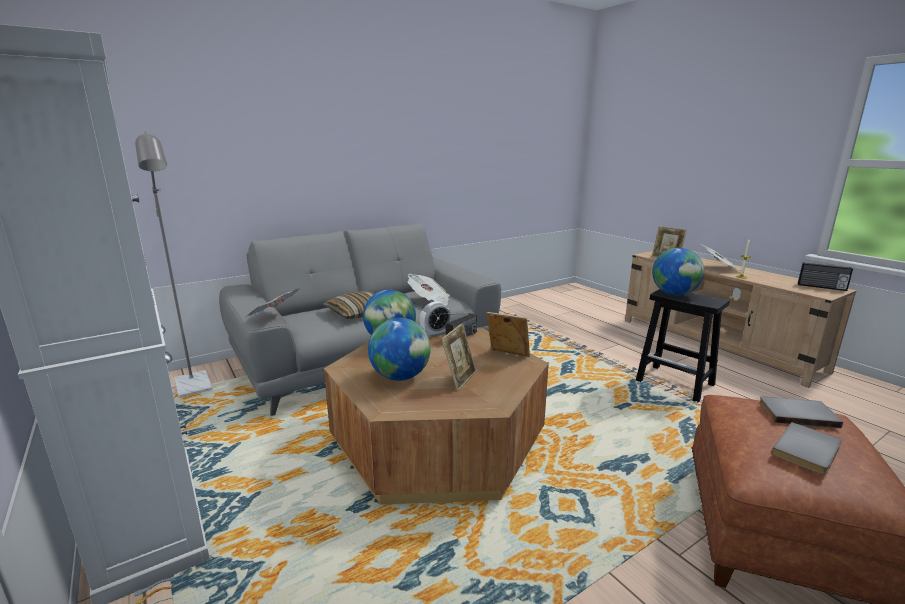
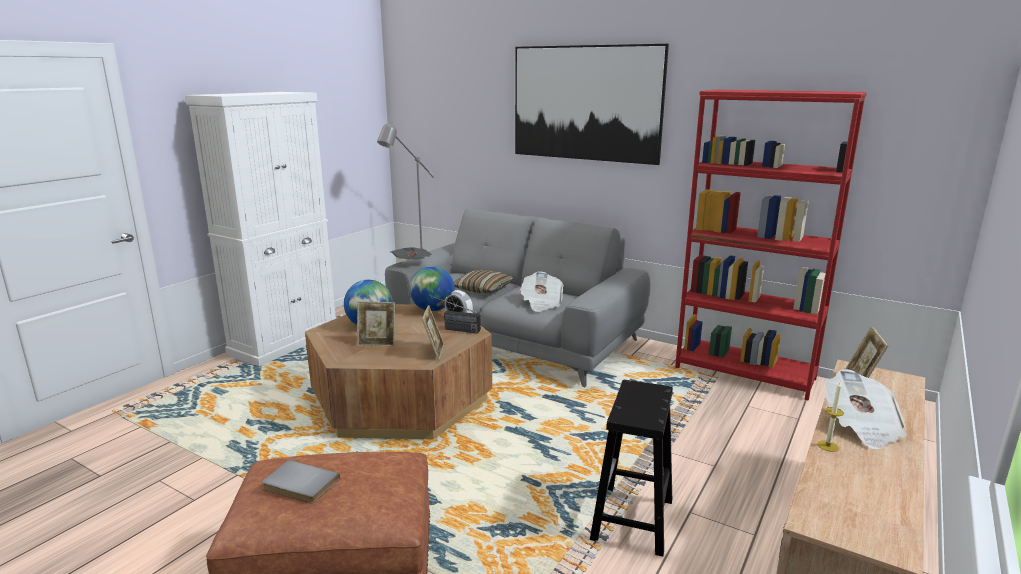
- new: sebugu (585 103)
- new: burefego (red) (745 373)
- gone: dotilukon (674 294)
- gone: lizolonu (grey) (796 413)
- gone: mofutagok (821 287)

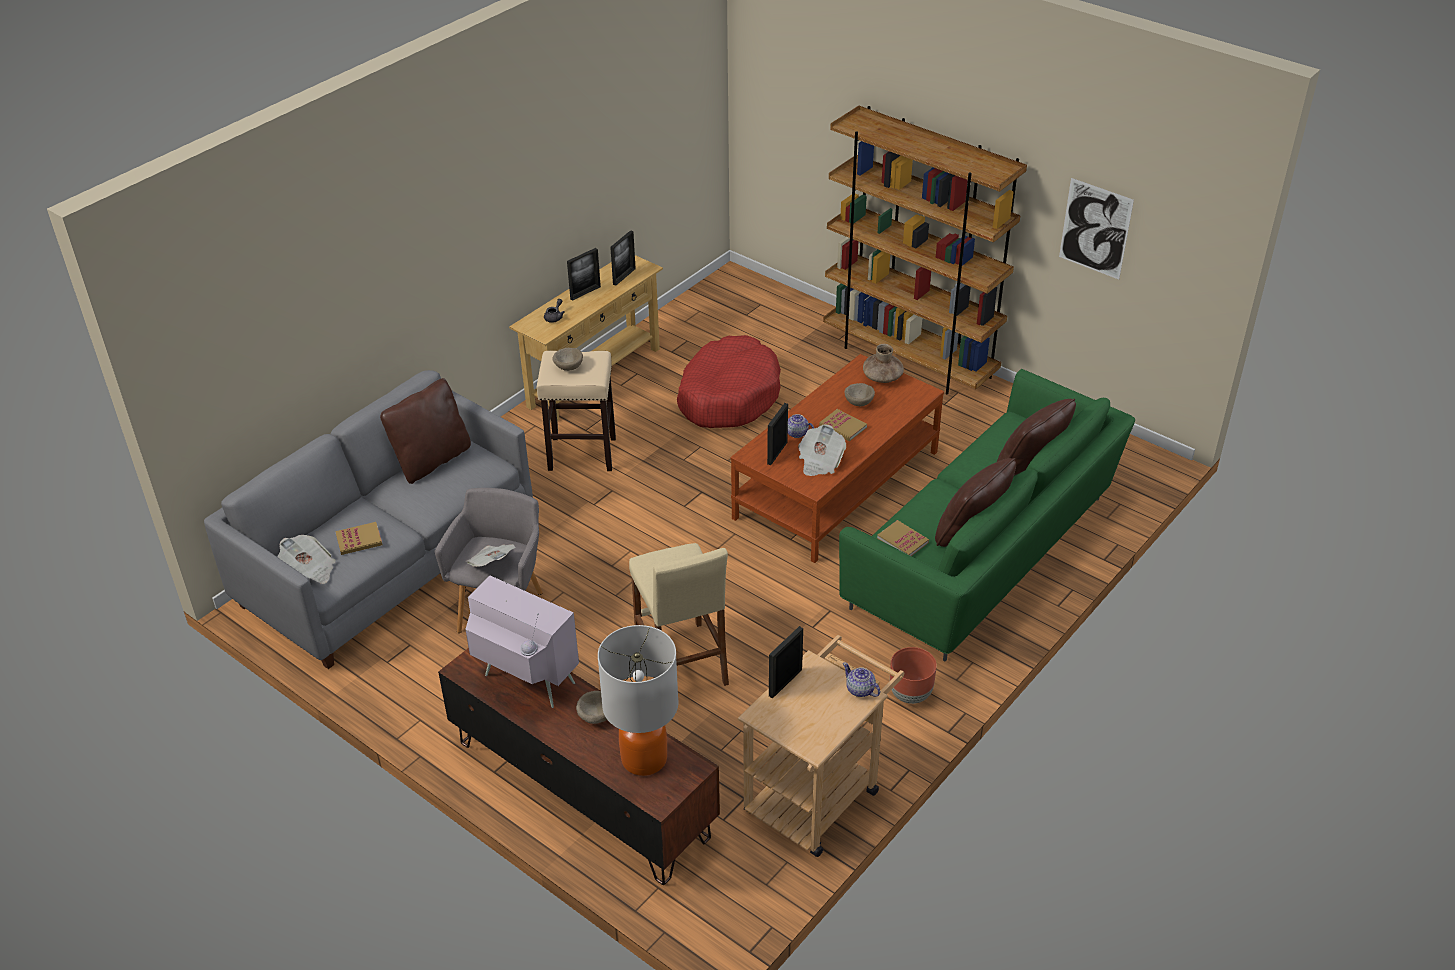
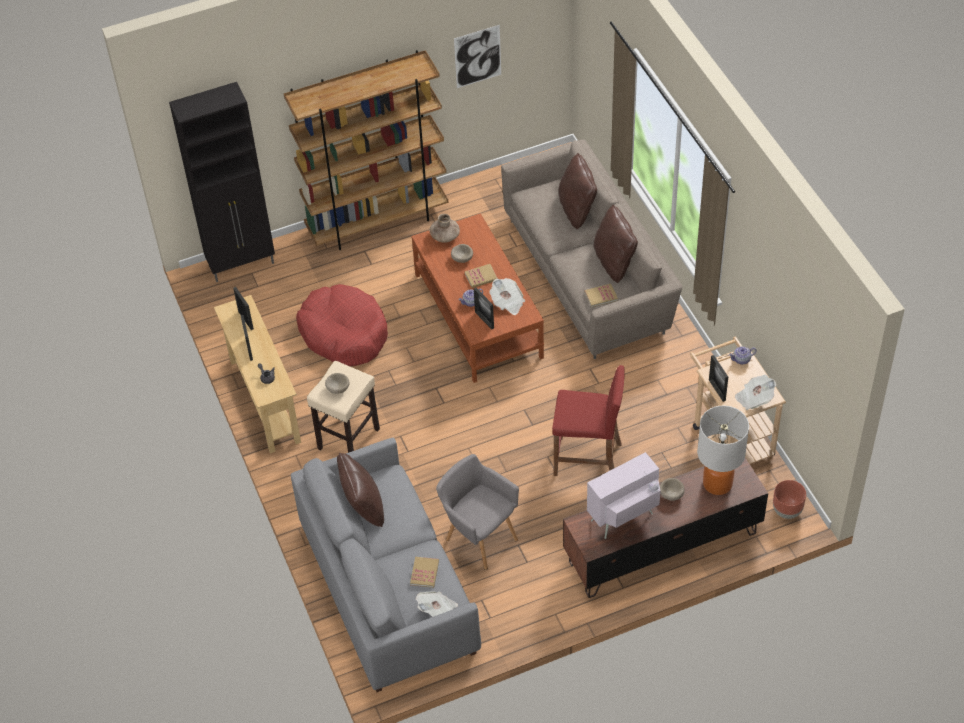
- new: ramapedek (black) (242 264)
- repainted: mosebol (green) (984 553) to mosebol (beige) (589 274)
- repainted: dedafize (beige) (681 662) to dedafize (red) (588 459)
- shifted: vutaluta (492 564) to (754 398)
- shifted: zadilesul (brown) (910 695) to (787 511)

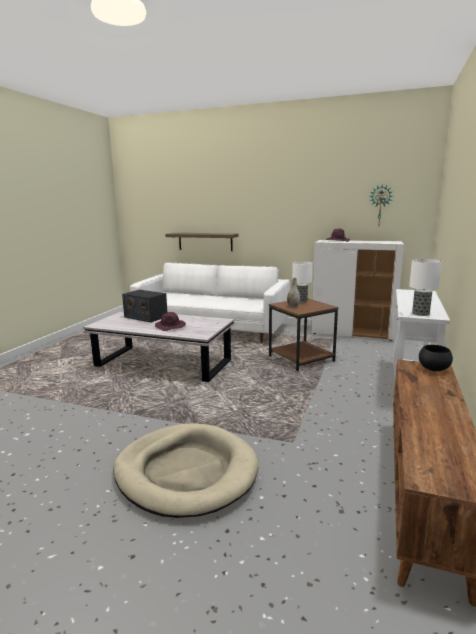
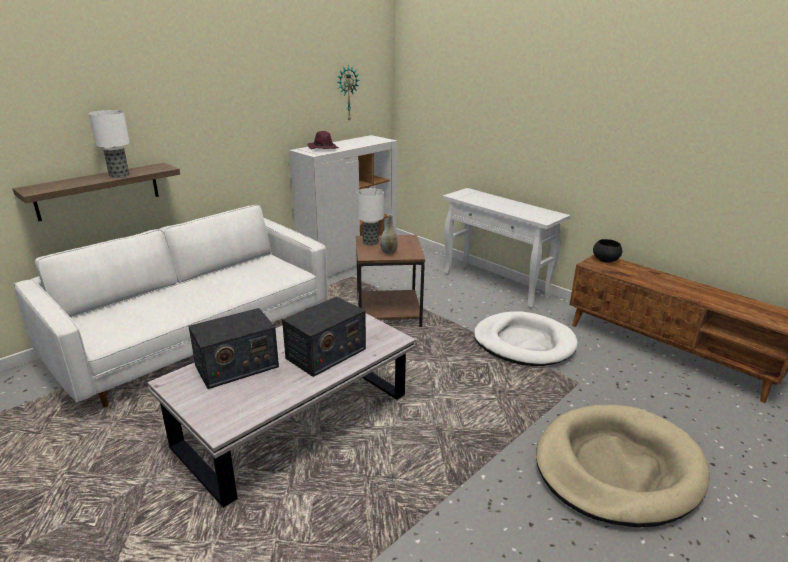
- shifted: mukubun (421 313) to (119 175)
- swapped: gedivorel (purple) (171 327) to mofutagok (325 354)
- new: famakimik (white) (524 343)

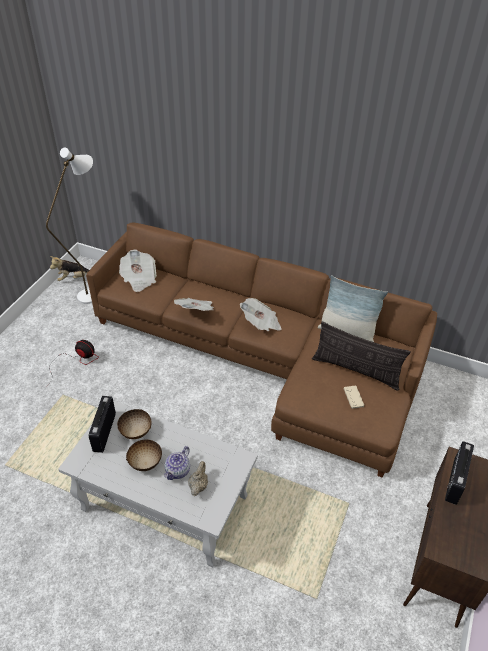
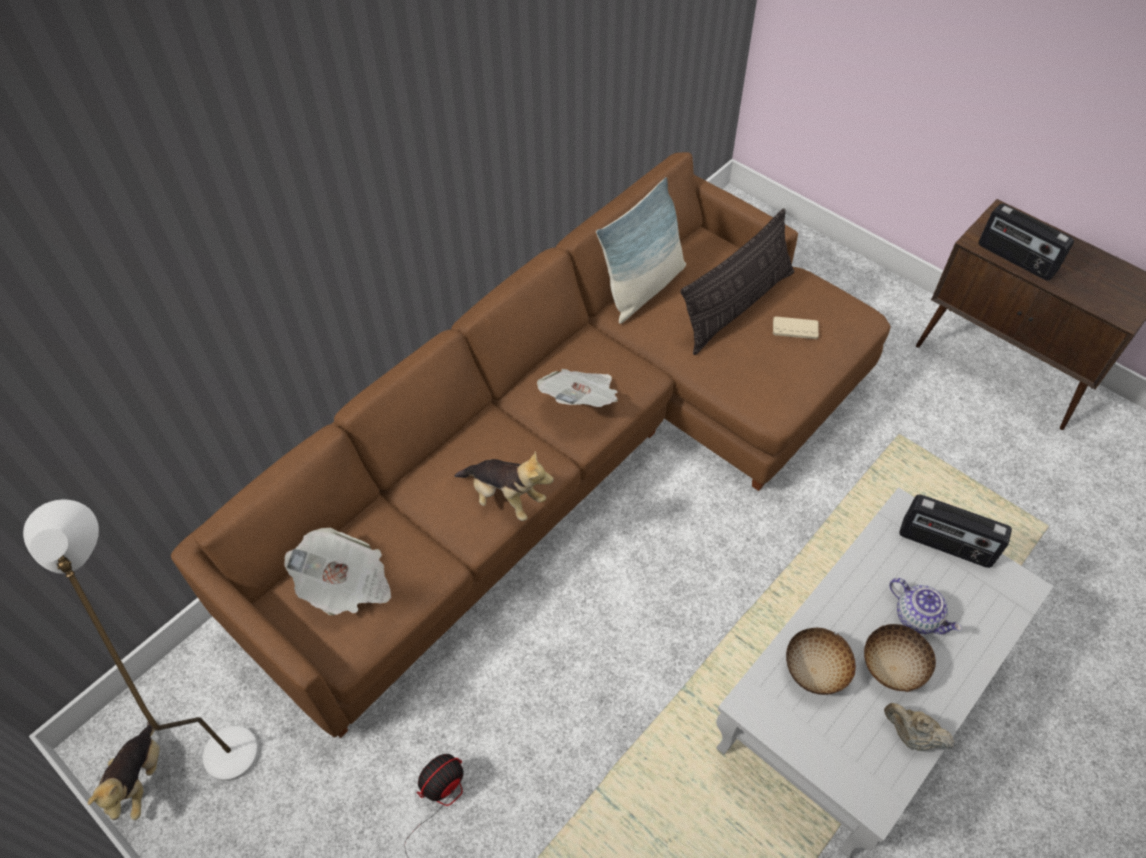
- swapped: vutaluta (196 312) to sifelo (505 497)
- shifted: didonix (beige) (198 485) to (911 735)
- shifted: mofutagok (104 432) to (945 545)

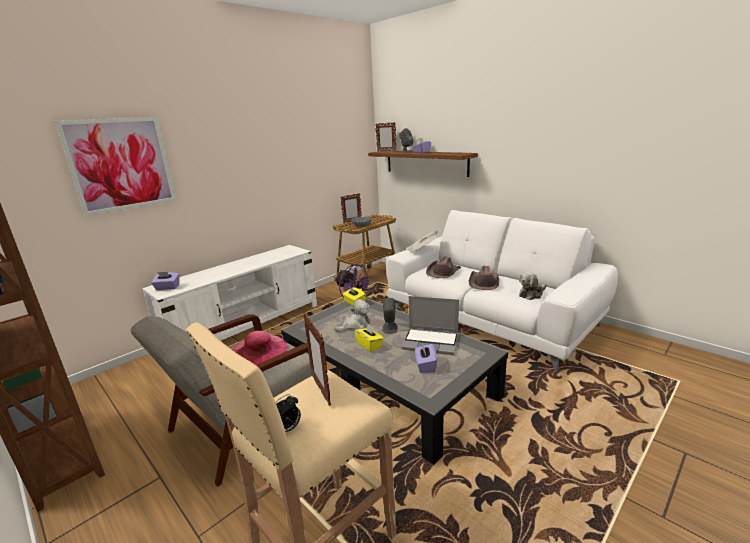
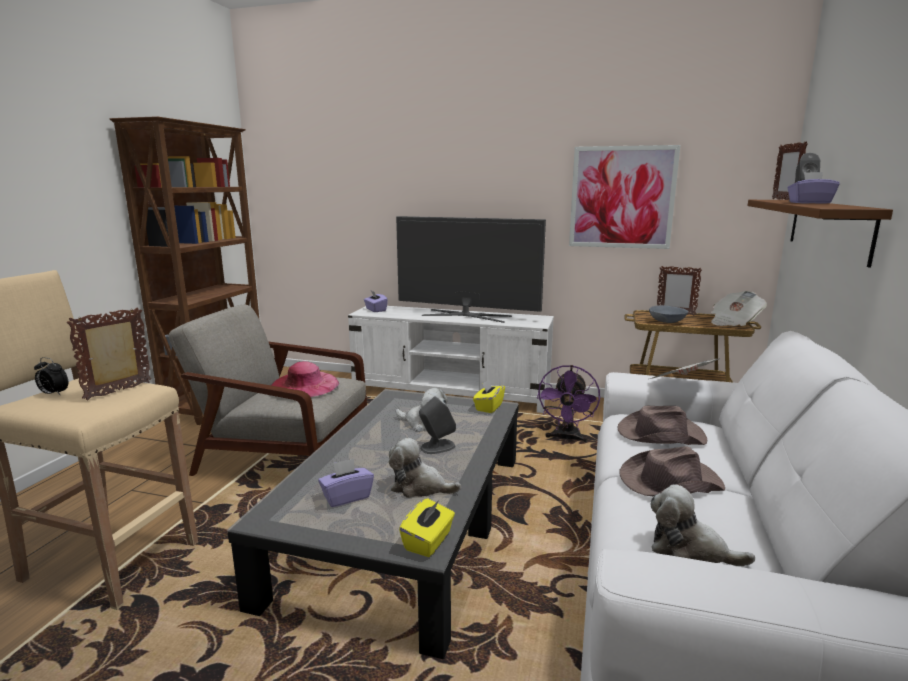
- swapped: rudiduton (431 342) to sifelo (419 487)
- new: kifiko (466 315)
- shifted: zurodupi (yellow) (369 345) to (428 542)
- shifted: sebugu (121 164) to (622 197)
- new: vutaluta (733 322)

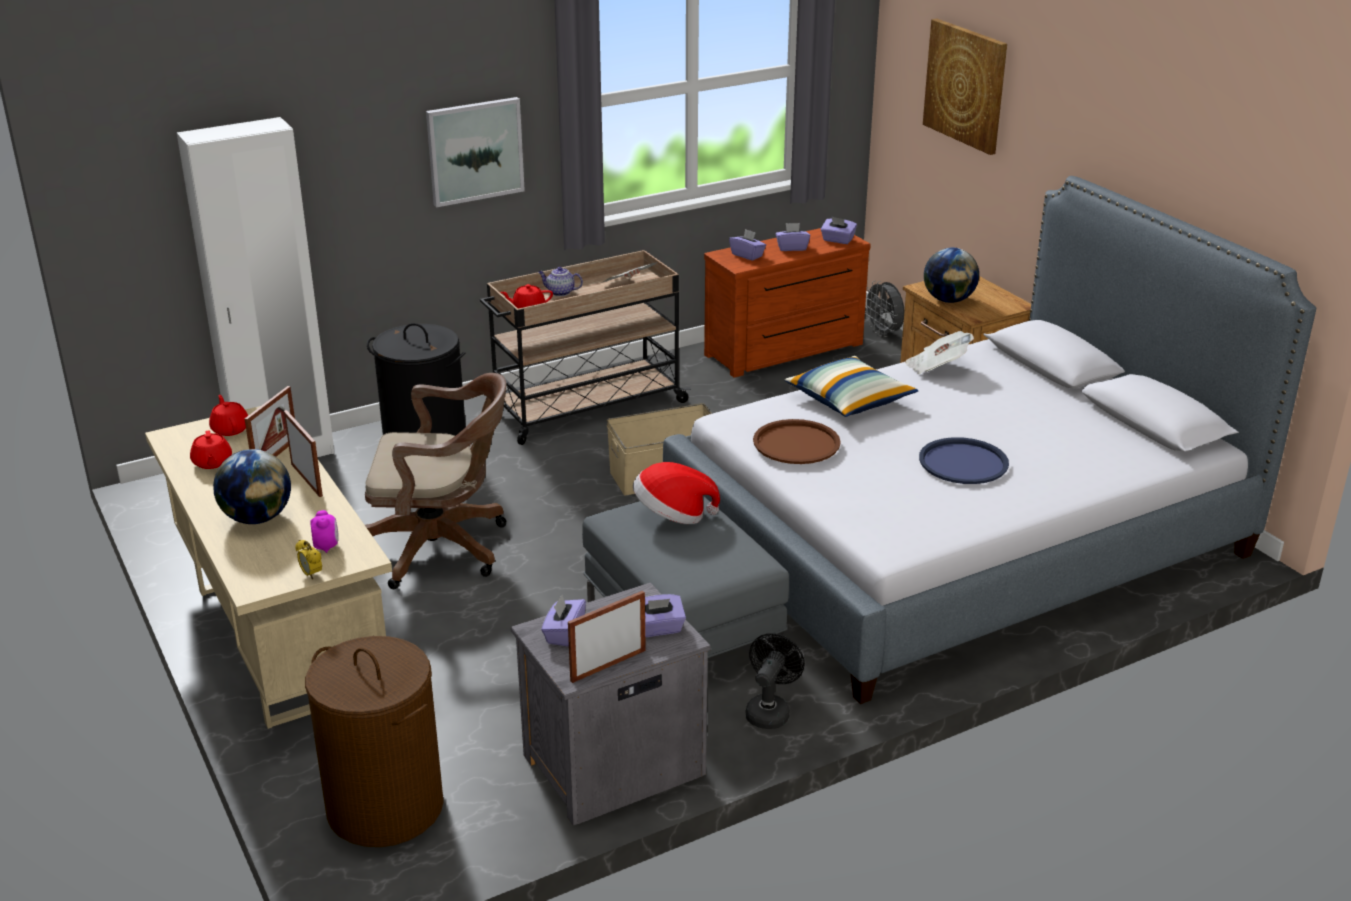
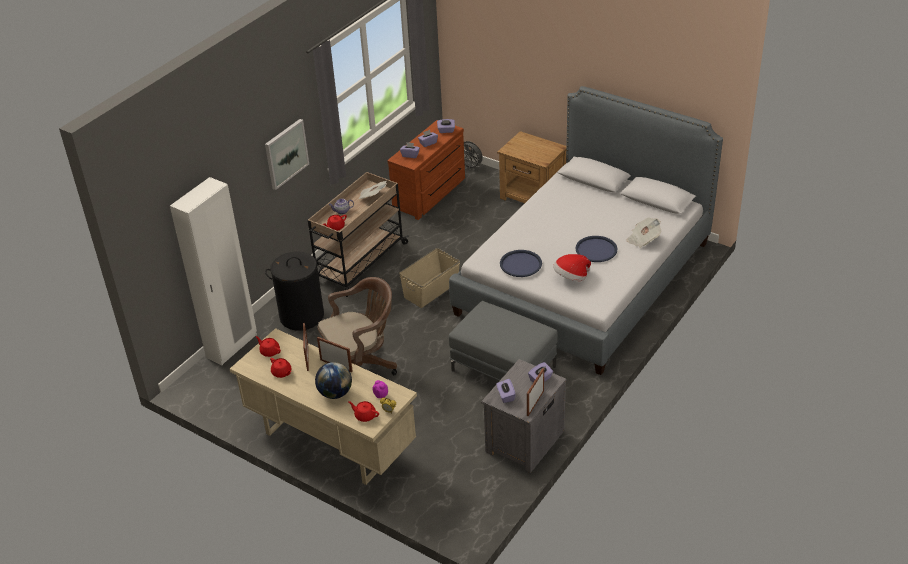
- new: didonix (red) (365 416)
- repainted: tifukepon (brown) (796 443) to tifukepon (blue) (520 264)
- shifted: gedivorel (672 515) to (571 277)
- shifted: vutaluta (936 367) to (643 239)
- gone: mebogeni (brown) (384 807)
- gone: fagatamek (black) (770 711)
- gone: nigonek (849 401)
- gone: sebugu (965 85)
- gone: dotilukon (949 300)

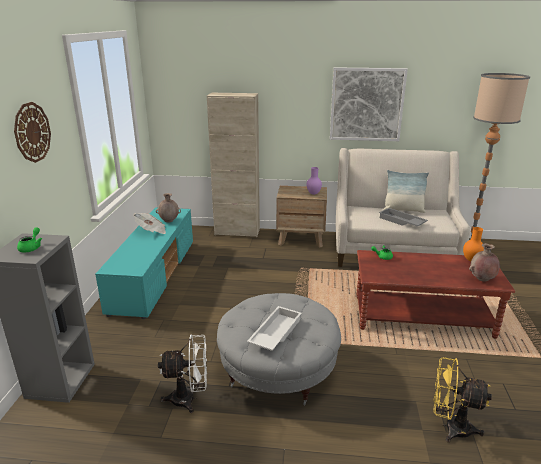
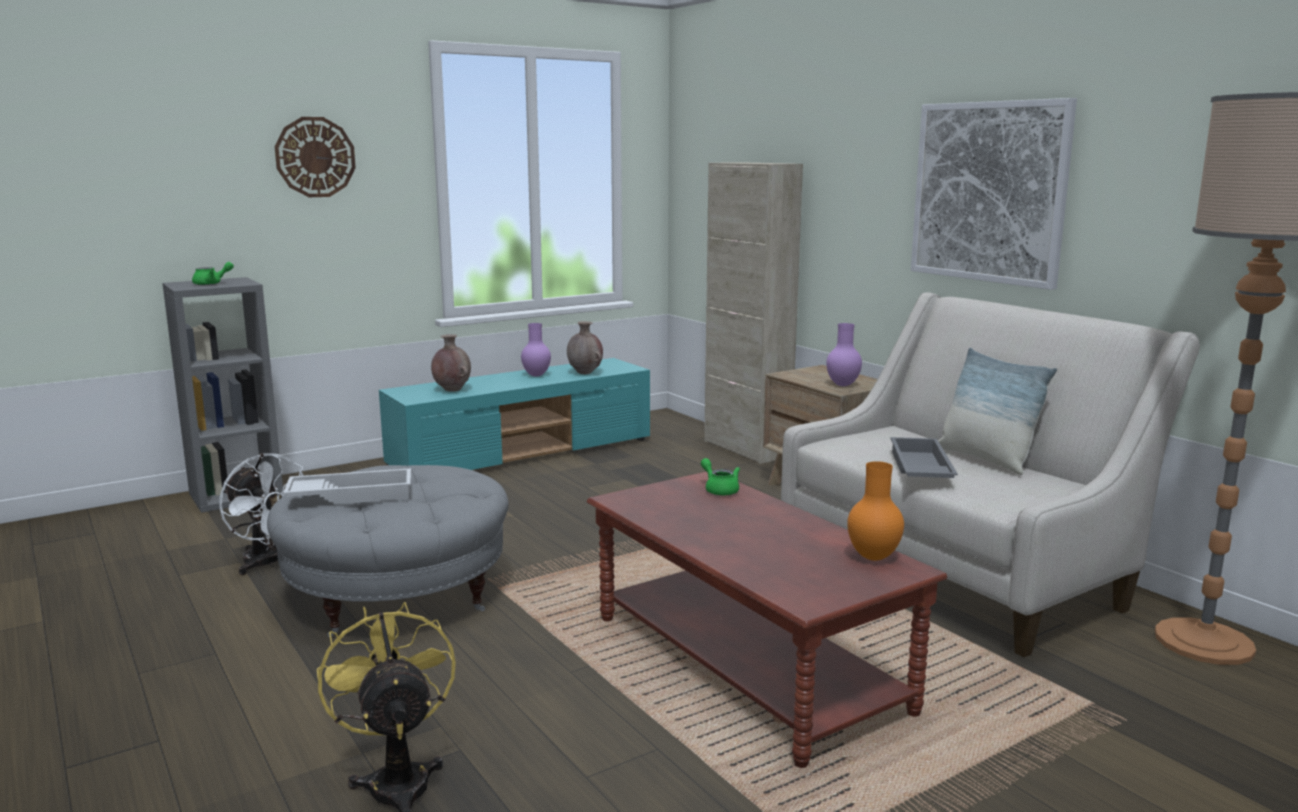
- shifted: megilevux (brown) (481 279) to (452 390)
- swapped: vutaluta (151 231) to megilevux (purple) (537 375)

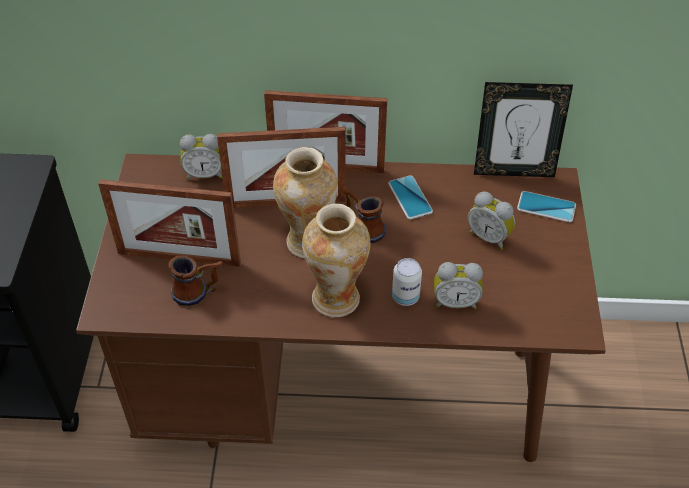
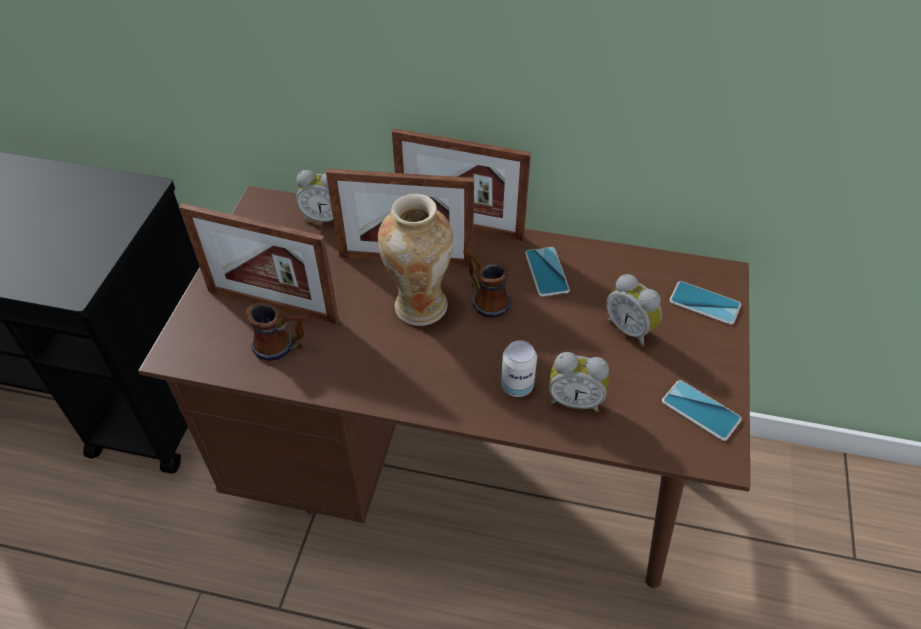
- new: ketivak (701 410)
- gone: megilevux (336 298)
- gone: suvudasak (513 171)

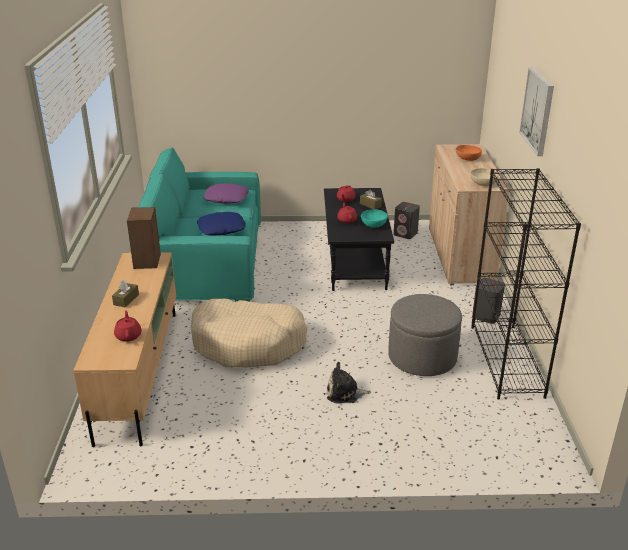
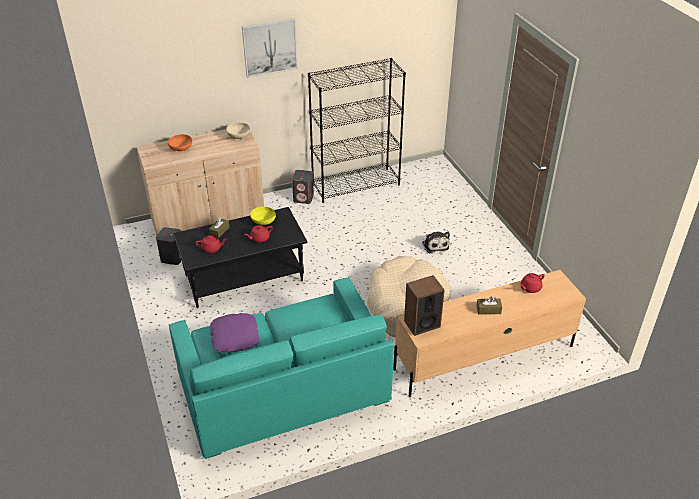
- repainted: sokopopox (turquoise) (373 225) to sokopopox (yellow) (263 222)
- gone: nigonek (blue) (221 229)
- gone: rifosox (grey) (422 357)

